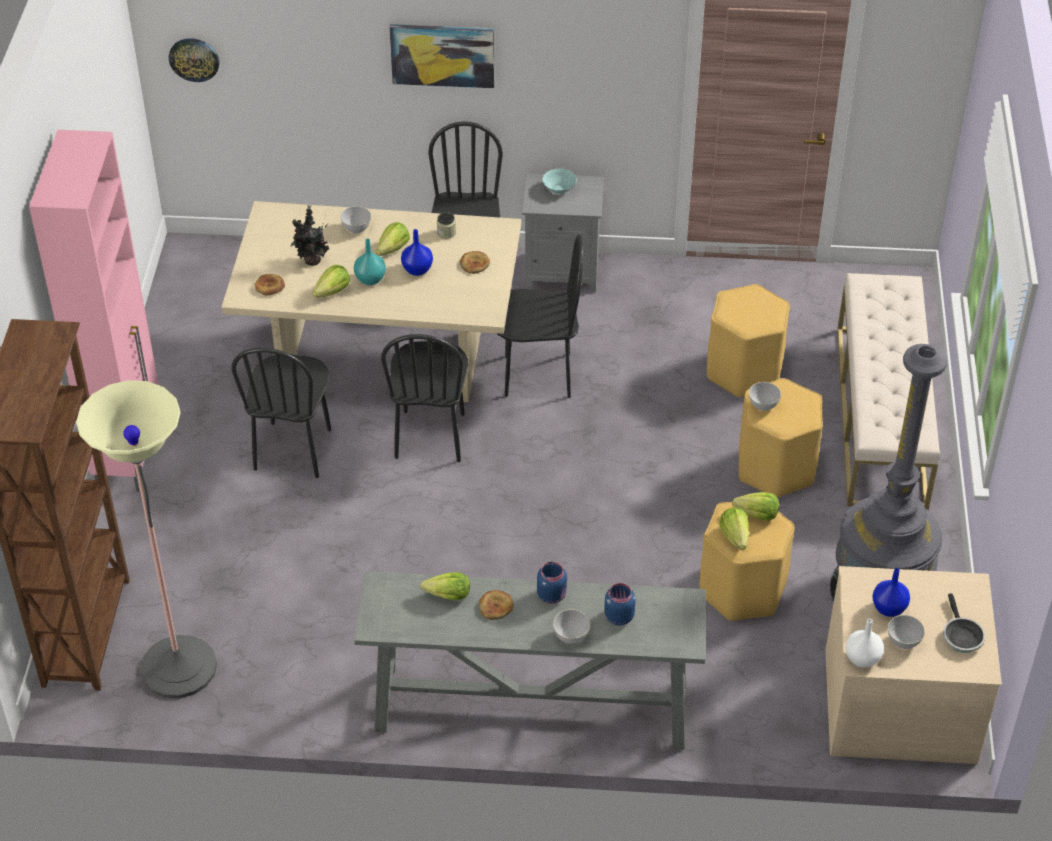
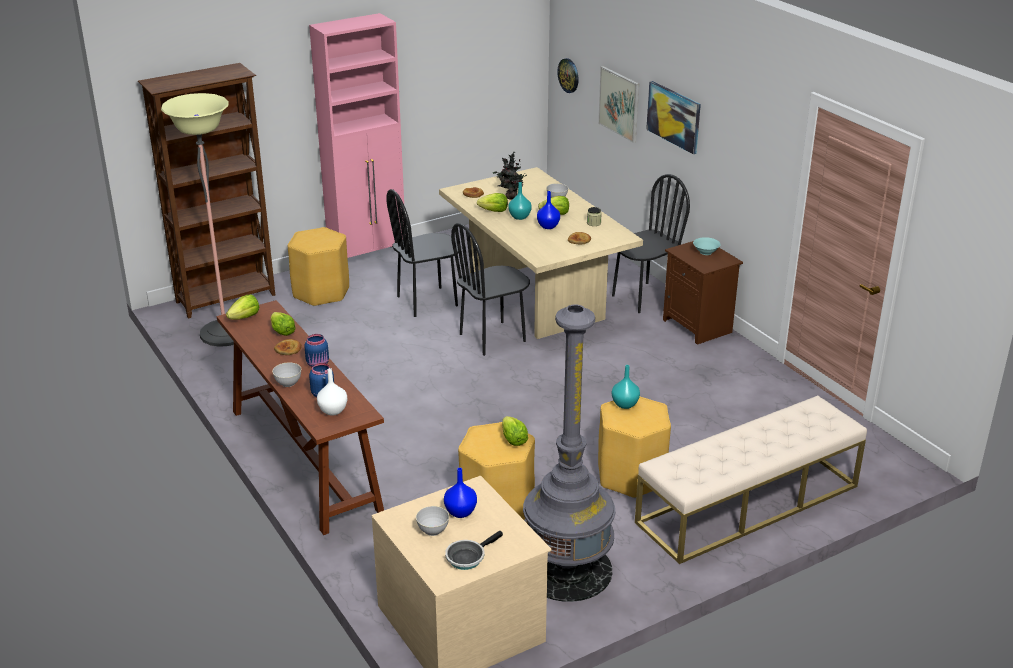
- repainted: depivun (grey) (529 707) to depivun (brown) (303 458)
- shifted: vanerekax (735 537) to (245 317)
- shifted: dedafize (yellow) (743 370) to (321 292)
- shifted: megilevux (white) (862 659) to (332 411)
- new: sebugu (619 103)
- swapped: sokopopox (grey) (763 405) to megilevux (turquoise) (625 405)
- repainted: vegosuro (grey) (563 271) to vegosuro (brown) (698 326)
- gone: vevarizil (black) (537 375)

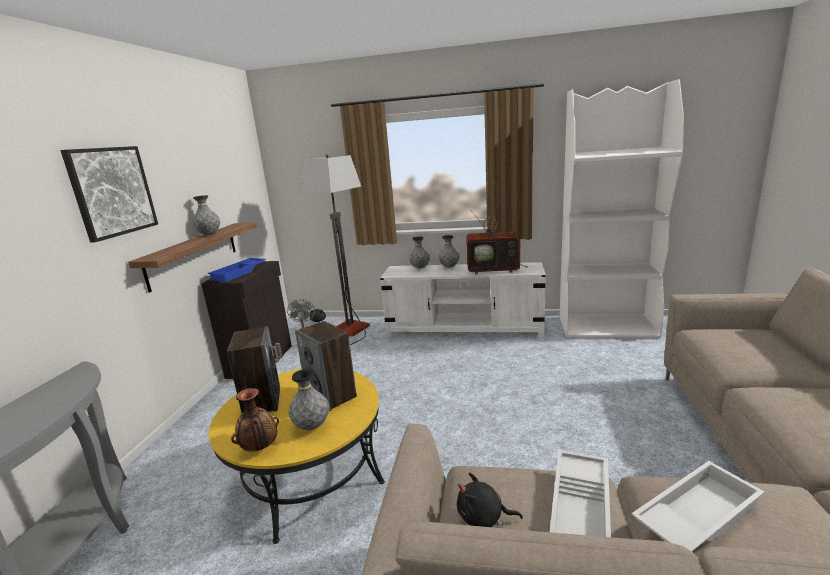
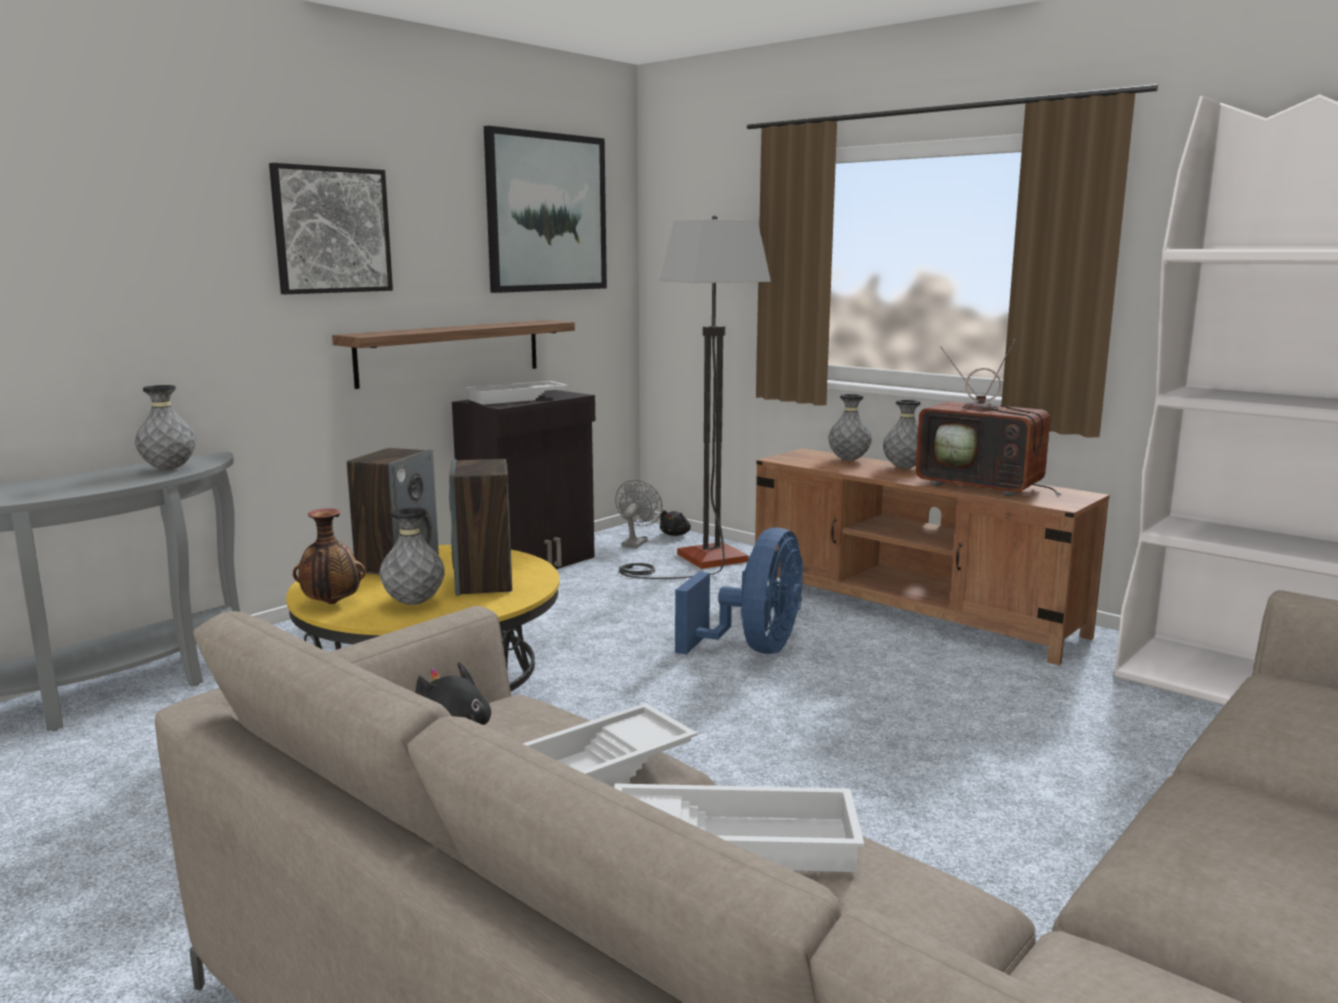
- shifted: megilevux (grey) (209 235) to (169 469)
- repainted: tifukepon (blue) (239 273) to tifukepon (white) (517 399)
- new: sebugu (546 213)
- new: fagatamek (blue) (754 648)
- repainted: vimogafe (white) (464 330) to vimogafe (brown) (912 610)

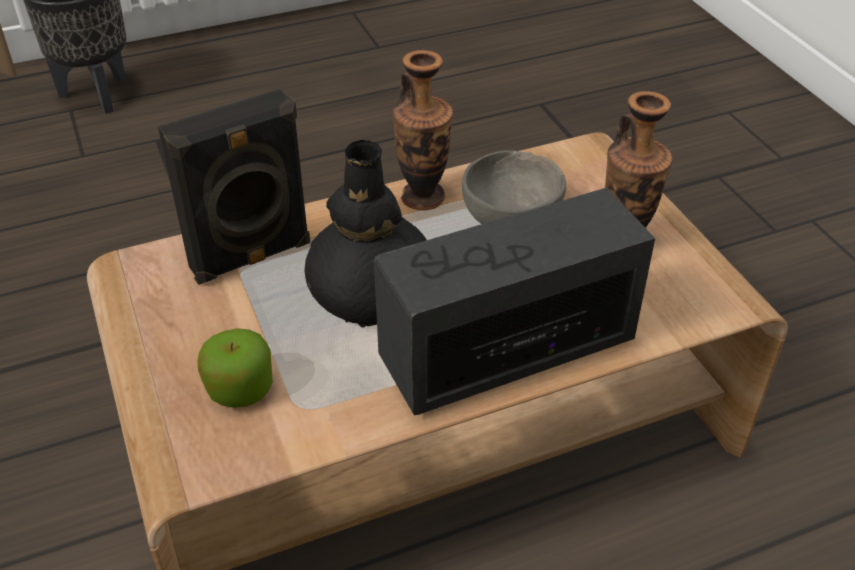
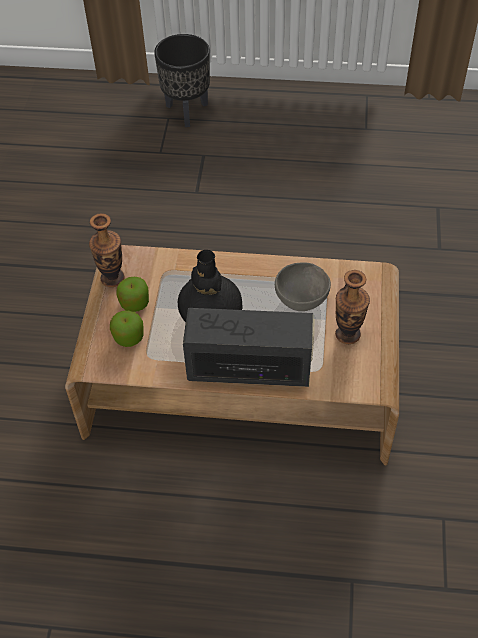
- shifted: megilevux (423 197) to (112 278)
- new: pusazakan (134 303)
- gone: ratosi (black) (252 258)

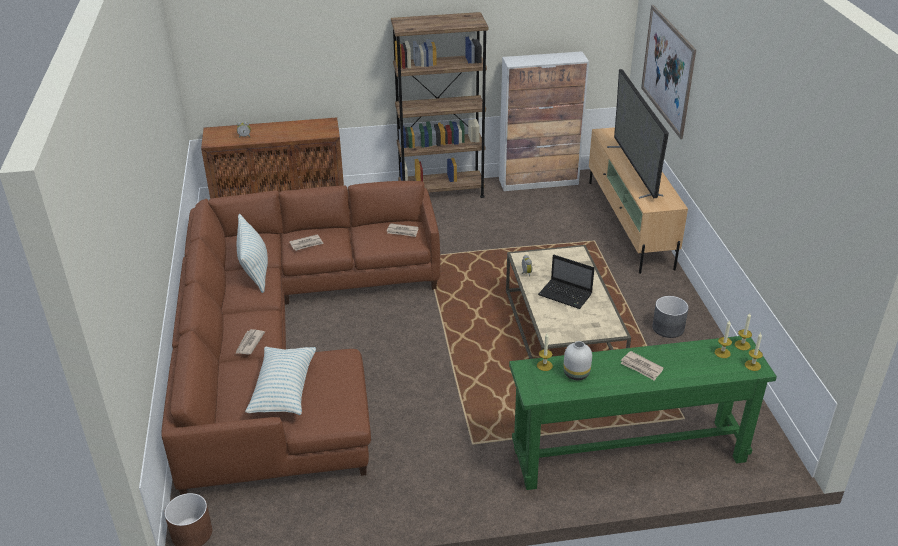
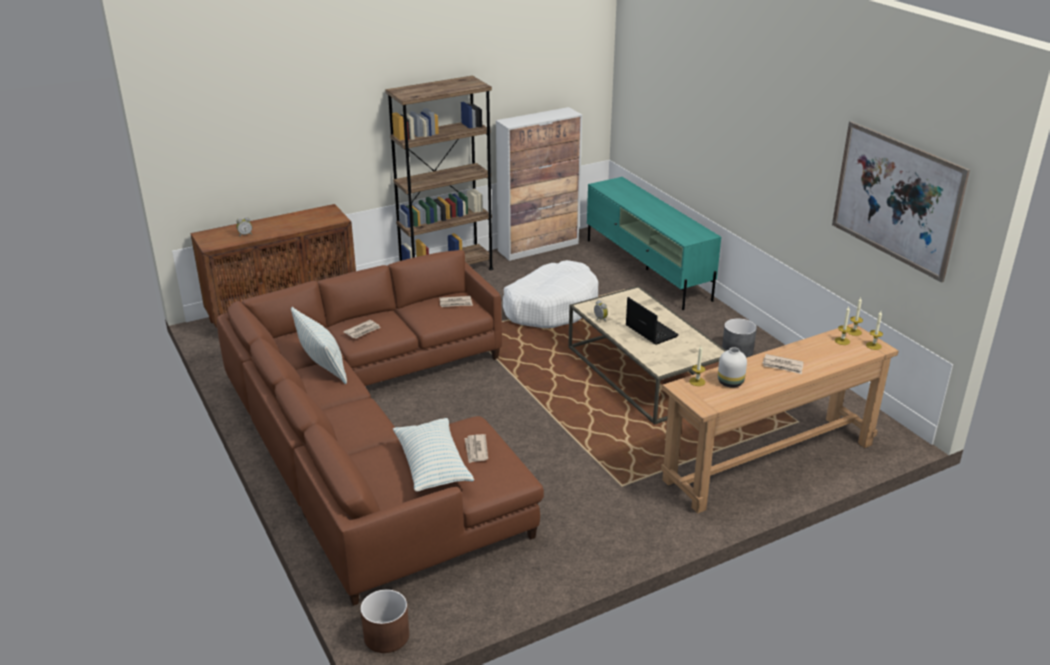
- shifted: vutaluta (249 343) to (476 450)
- new: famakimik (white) (551 307)
- repainted: vimogafe (beige) (629 224) to vimogafe (turquoise) (647 270)
- rotated: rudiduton (566 295) = (650 331) 135 degrees counterclockwise
- repainted: depivun (green) (628 454) to depivun (brown) (769 462)
- shifted: sebugu (667 70) to (896 199)
- gone: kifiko (634 170)

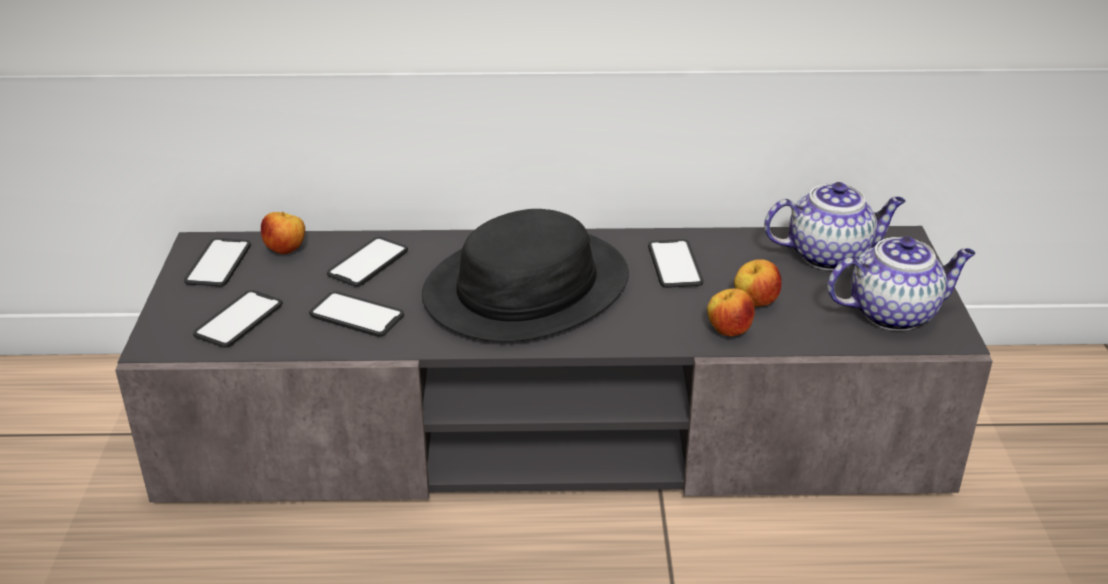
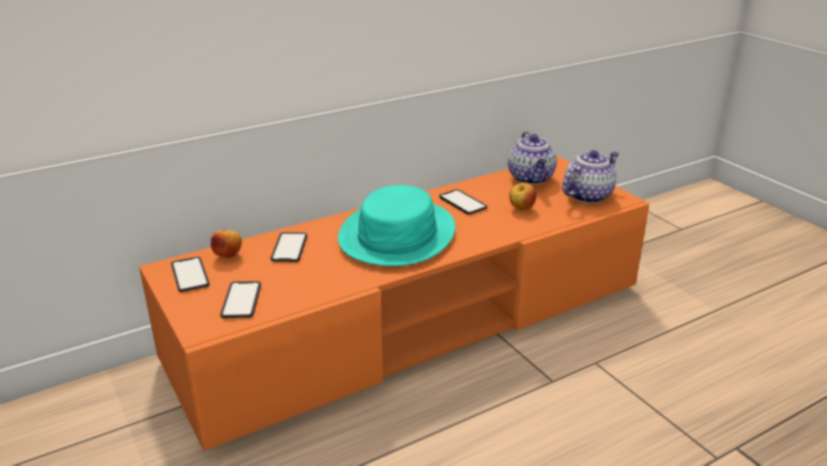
- repainted: vimogafe (grey) (554 427) to vimogafe (orange) (413 323)
- repainted: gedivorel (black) (527 288) to gedivorel (turquoise) (397 234)
- rotated: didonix (829 255) = (531 178) 120 degrees clockwise
- gone: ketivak (356 315)
- gone: pusazakan (728 332)

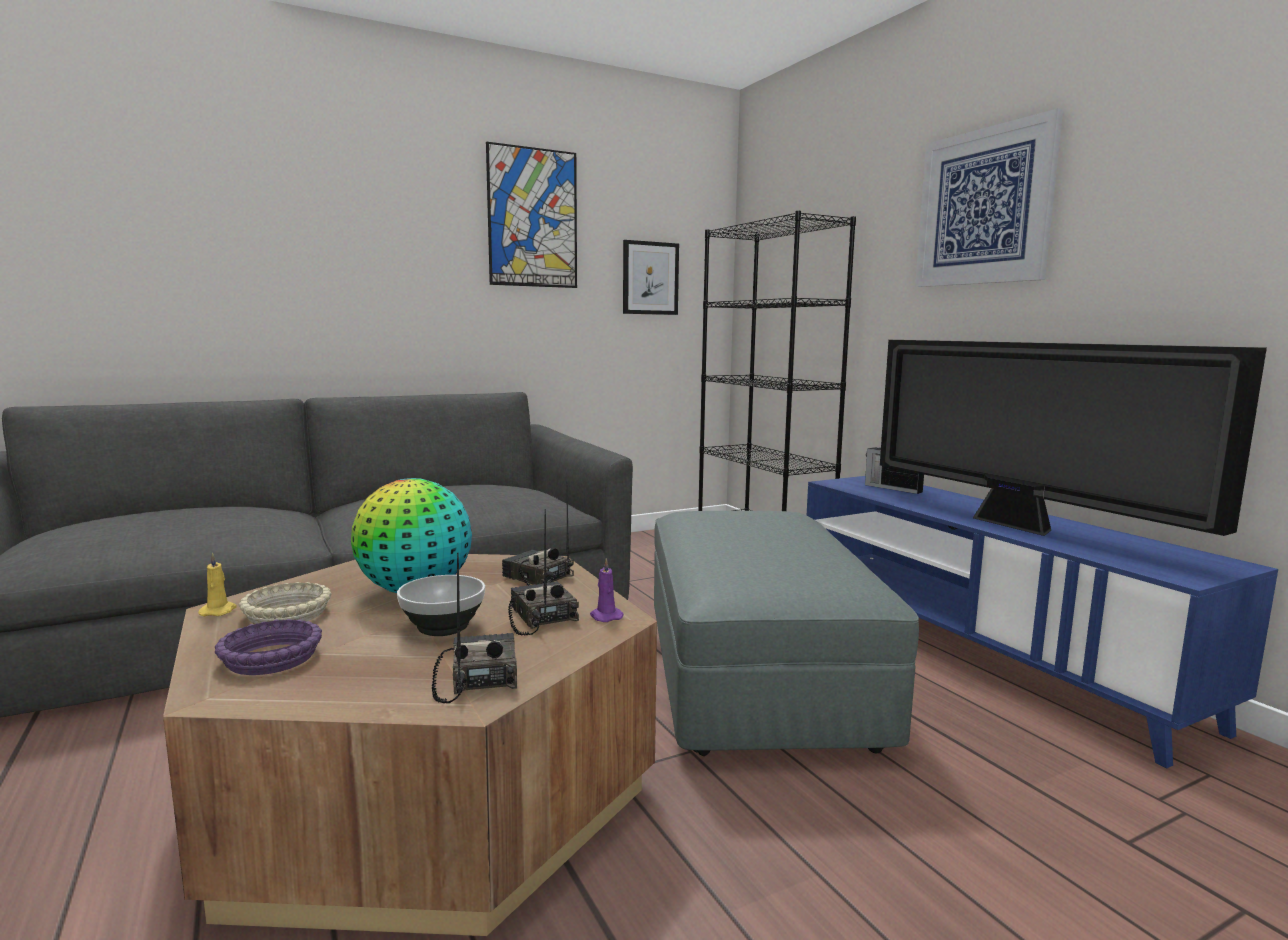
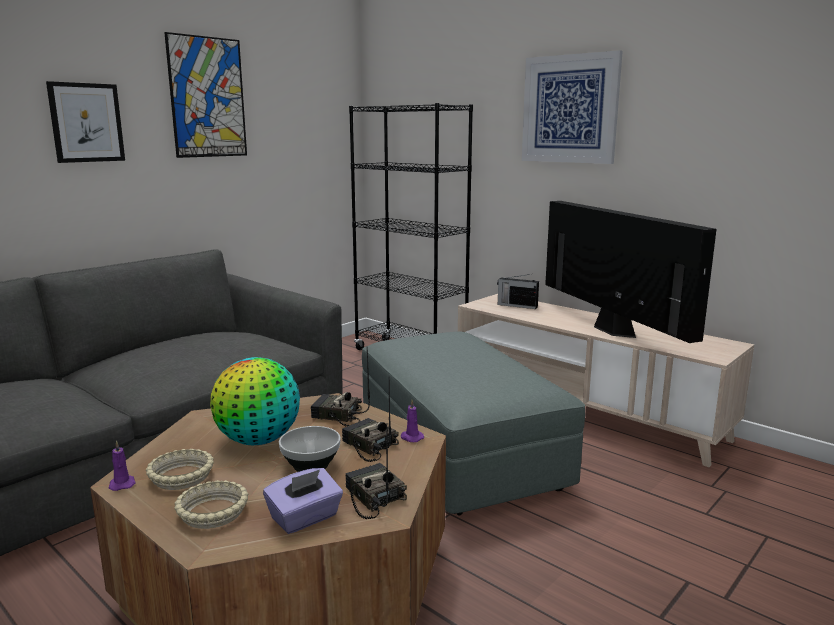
- shifted: sebugu (650 278) to (86 123)
- repainted: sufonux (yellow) (219 611) to sufonux (purple) (122 484)
- repainted: sokopopox (purple) (270 658) to sokopopox (beige) (213 512)
- new: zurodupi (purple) (305 518)
- repainted: vimogafe (blue) (979 652) to vimogafe (beige) (585 411)
- rotated: kifiko (1018 526) = (611 330) 150 degrees counterclockwise

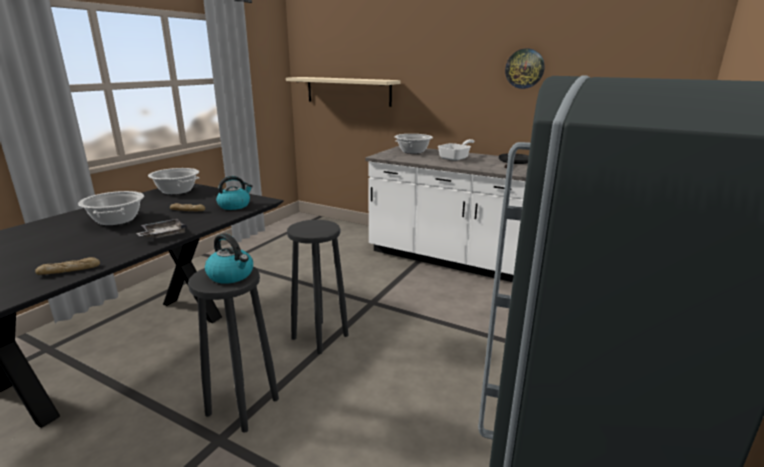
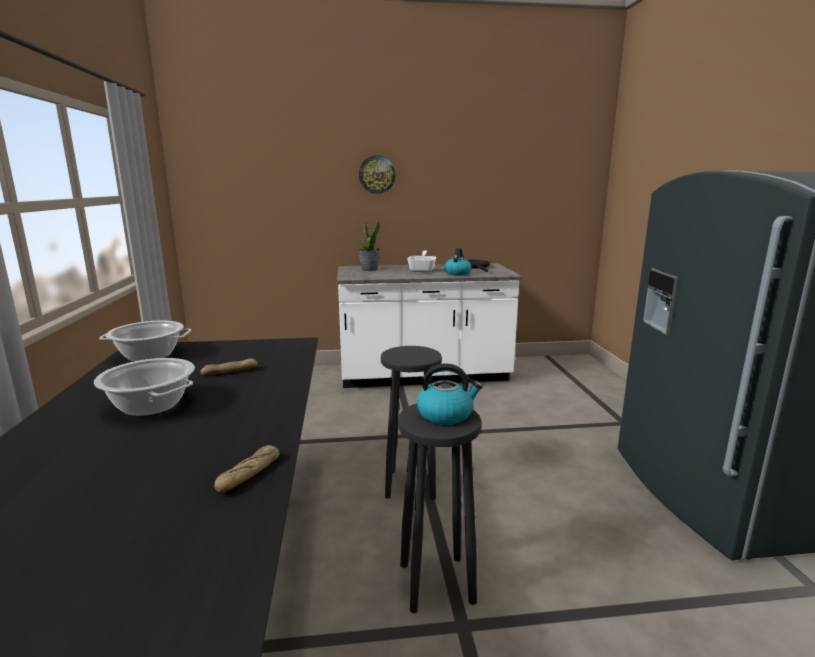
- swapped: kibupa (413 151) to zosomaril (369 269)
- shifted: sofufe (524 68) to (377 174)
- shifted: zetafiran (234 205) to (457 273)
- gone: tifukepon (grey) (163 235)
- gone: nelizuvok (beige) (348 91)

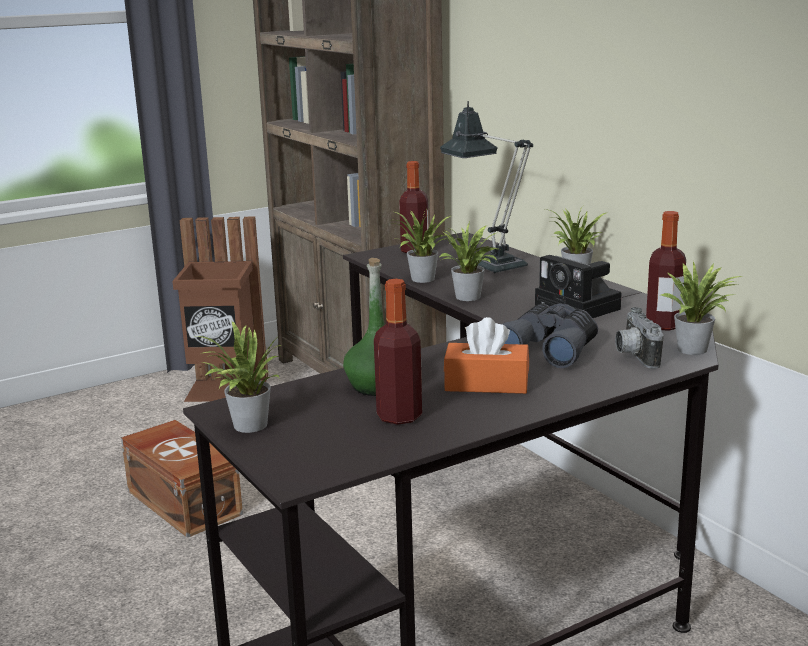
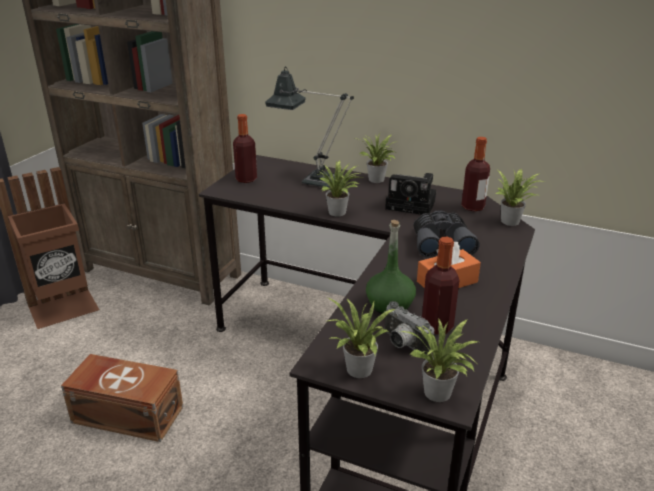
- shifted: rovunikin (633 356) to (402 344)
- shifted: zosomaril (421 280) to (438 395)

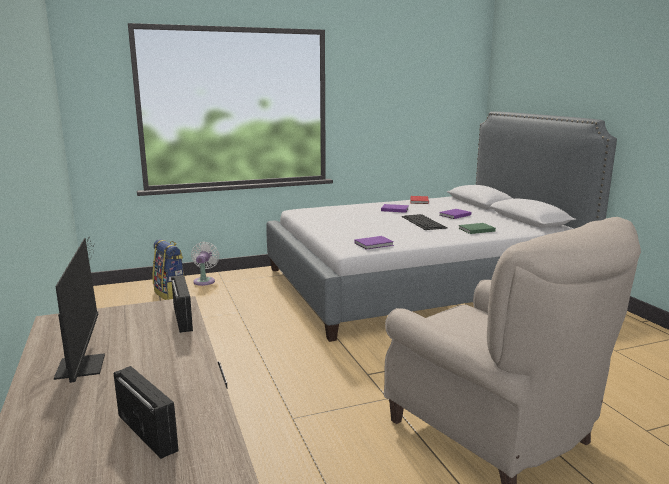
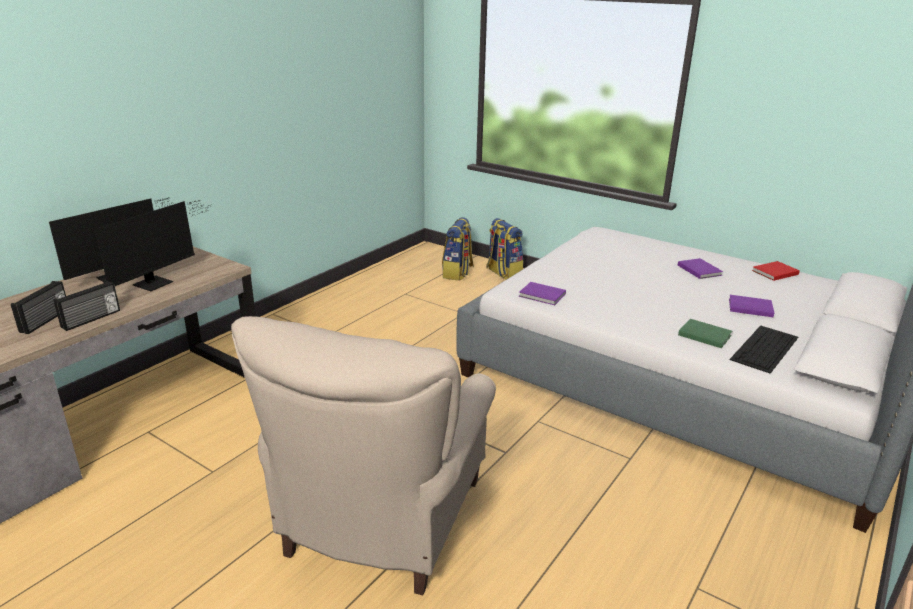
- shifted: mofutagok (184 318) to (91 319)
- new: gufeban (158 282)
- swapped: fagatamek (white) (205 281) to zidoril (503 273)
- shifted: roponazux (424 222) to (765 349)

